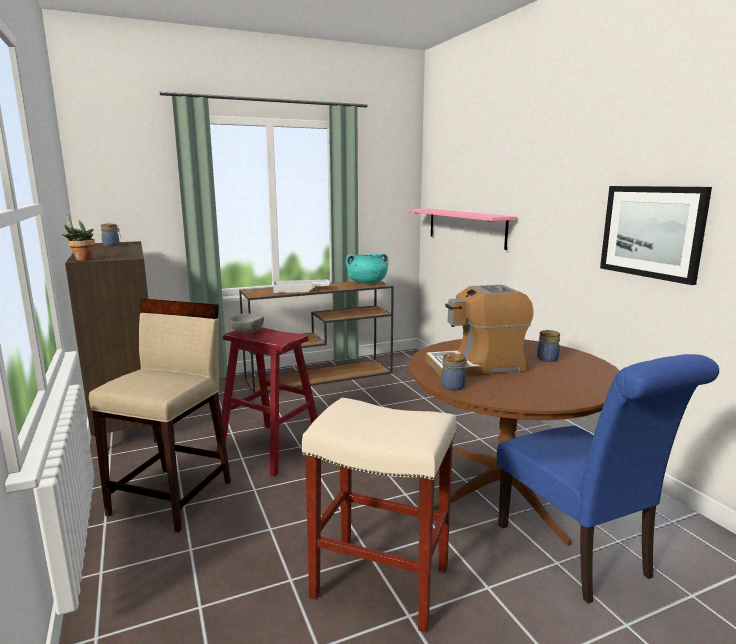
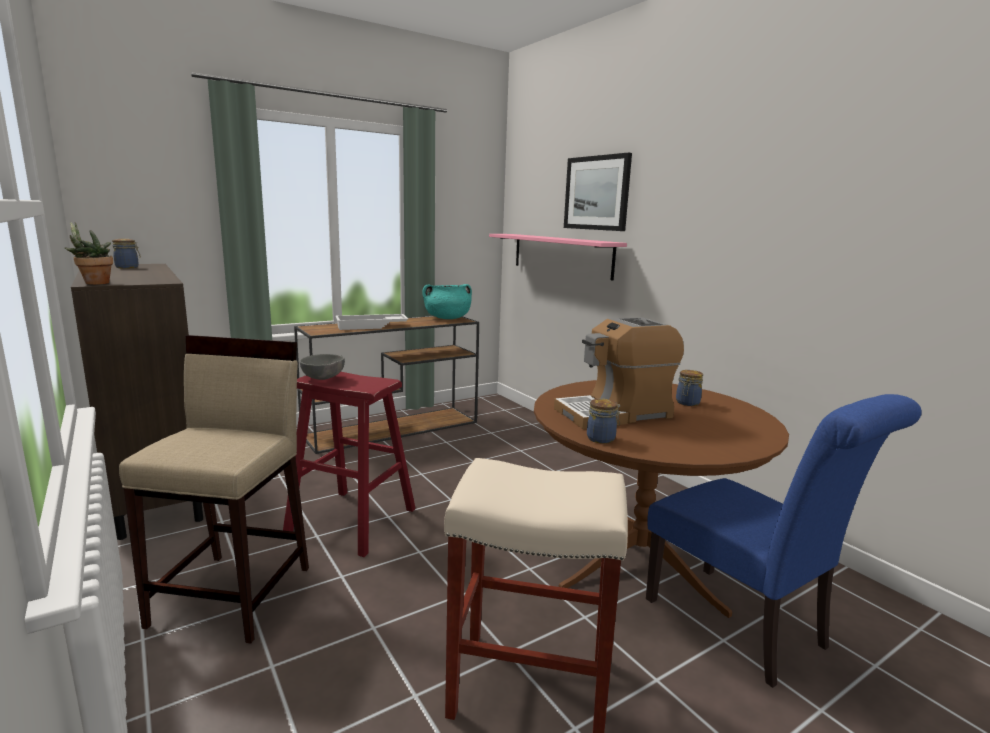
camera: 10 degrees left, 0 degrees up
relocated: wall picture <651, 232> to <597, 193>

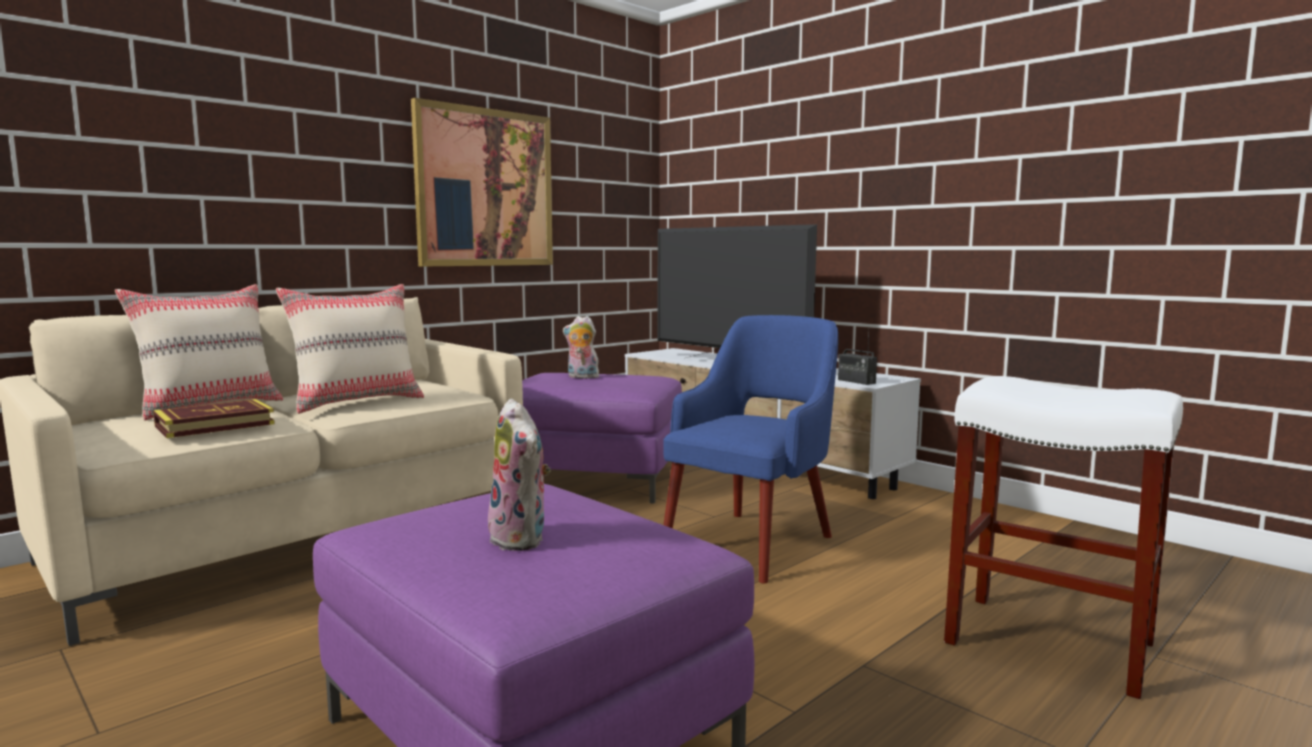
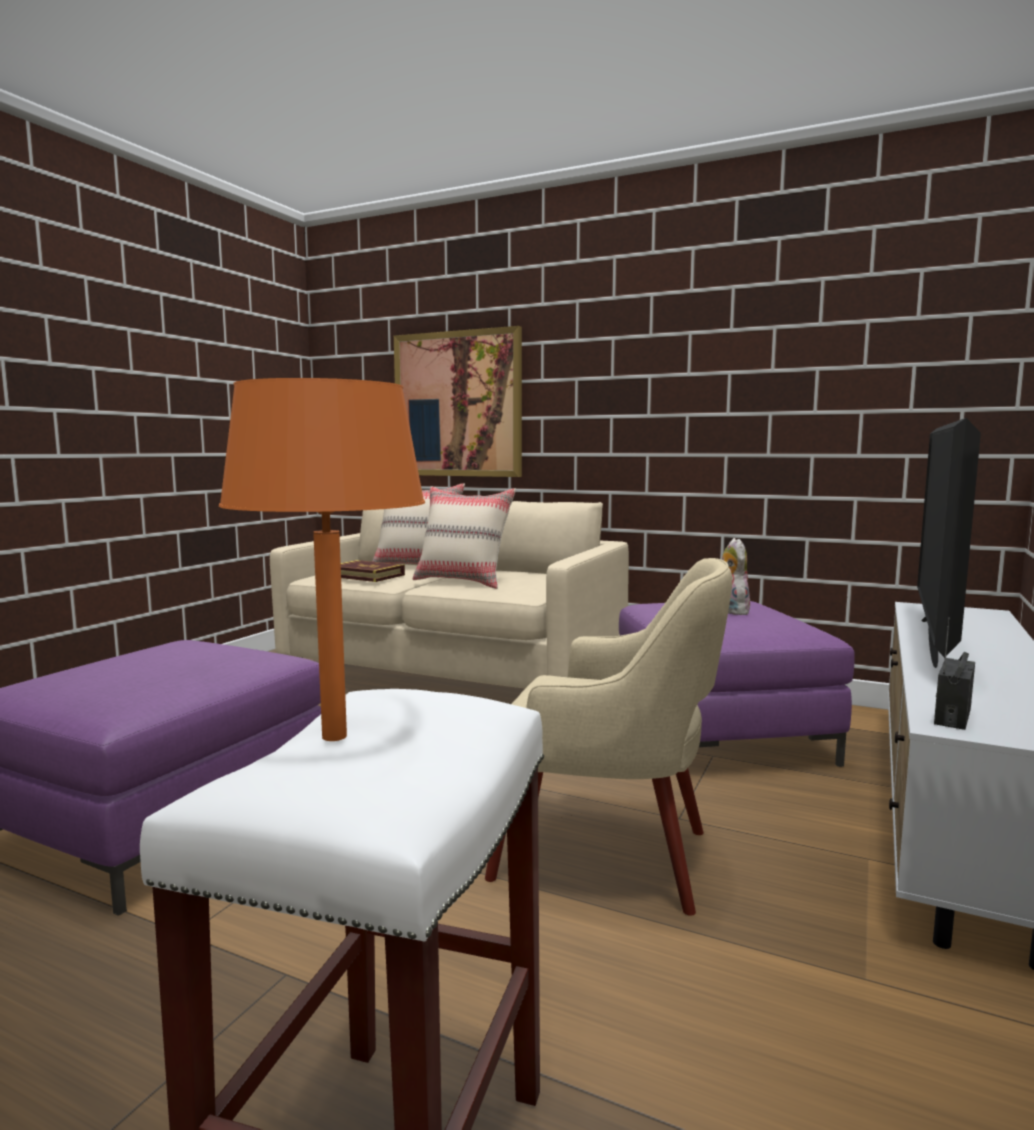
camera: 70 degrees right, 0 degrees up
missing: soft toy <522, 539>
appeared: tabletop lamp (orangey) <335, 737>
relocated: wall picture <485, 188> to <457, 404>
colour: easy chair (blue) <752, 543> to easy chair (sand-coloured) <608, 856>

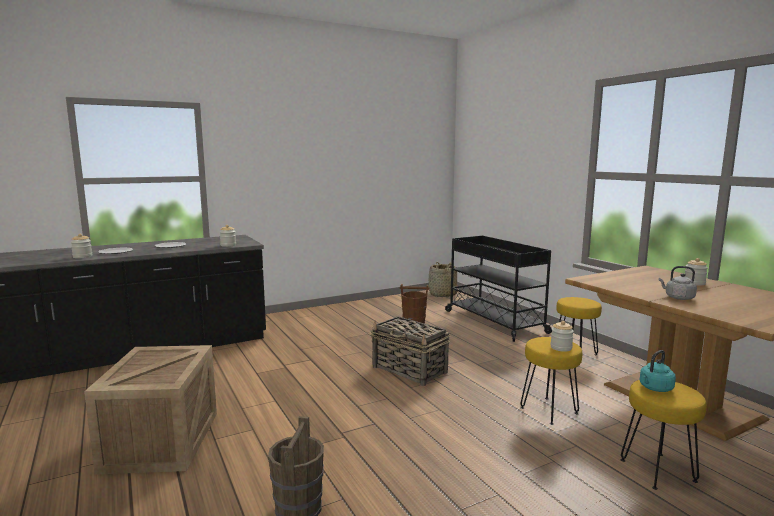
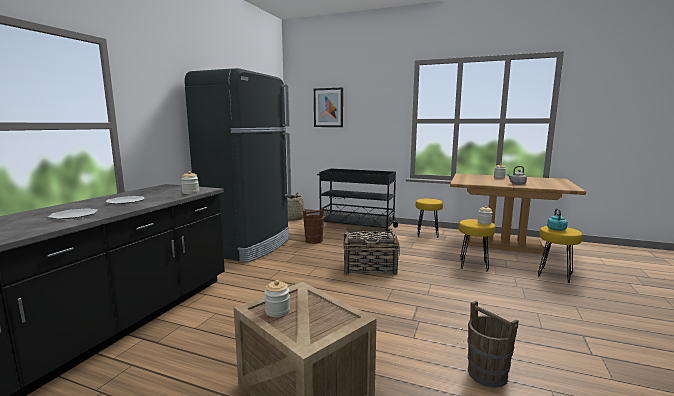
camera: 40 degrees left, 0 degrees up
appeared: kitchen fridge (blackish) <248, 246>; wall picture <328, 107>
relocated: jar <82, 256> to <277, 311>

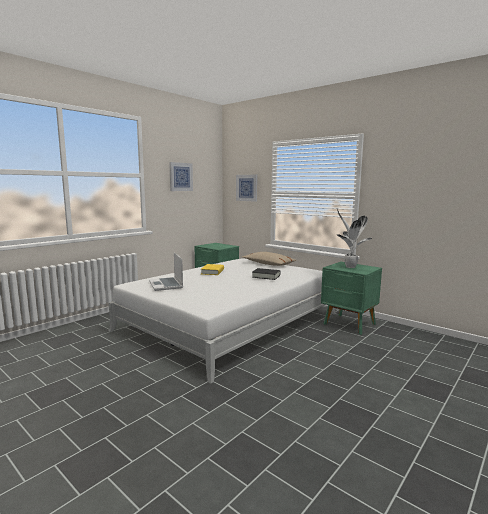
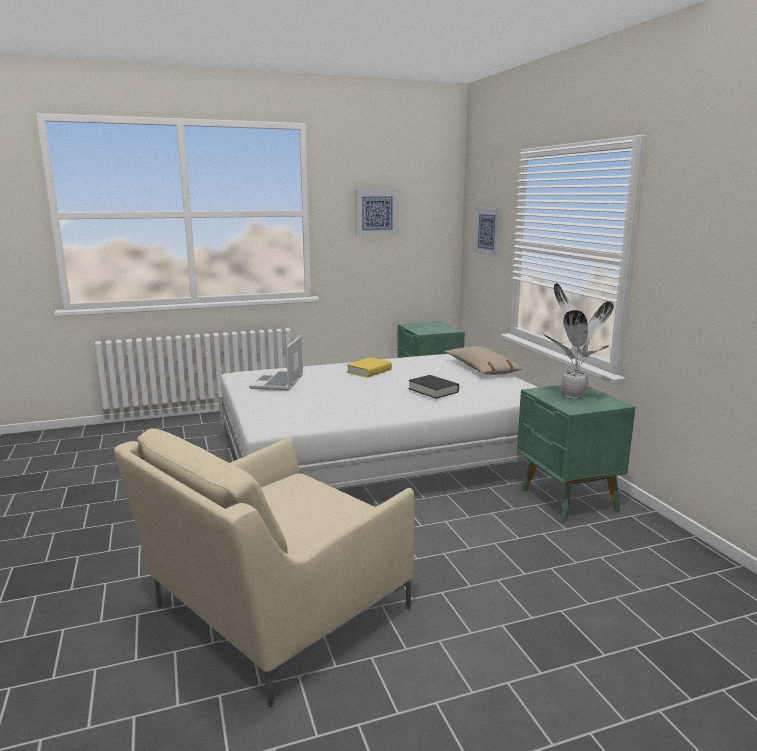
camera: 30 degrees right, 5 degrees up
appeared: easy chair (sand-coloured) <274, 612>

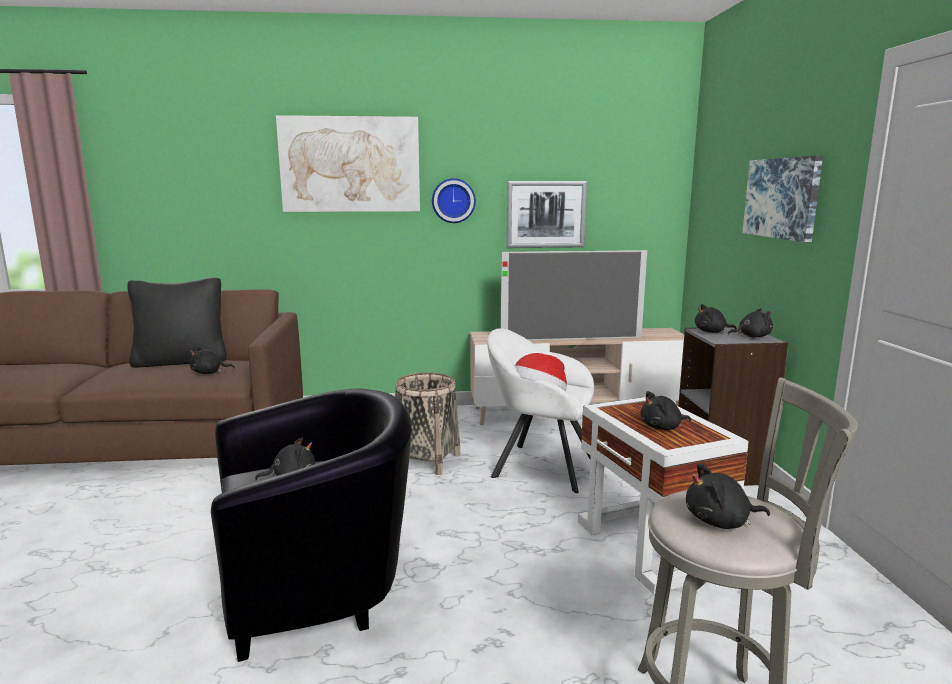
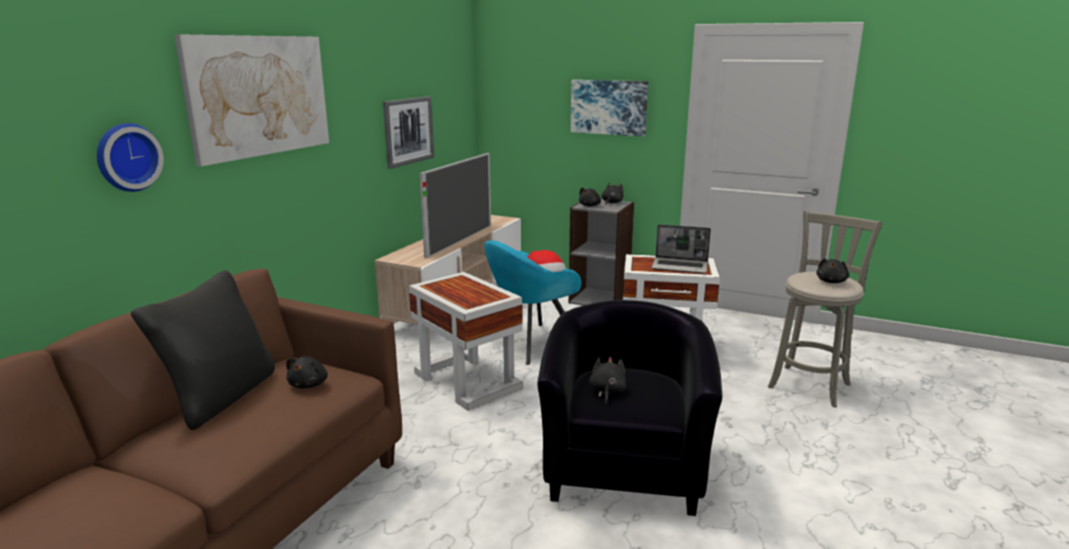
camera: 60 degrees left, 5 degrees up
relocated: clock on the wall <453, 200> to <126, 157>
exchanged: storage basket <427, 460> to end table (white-coloured) <466, 380>; soft toy (blackish) <662, 427> to laptop <680, 267>
colour: easy chair (white-coloured) <539, 465> to easy chair (turquoise) <530, 344>

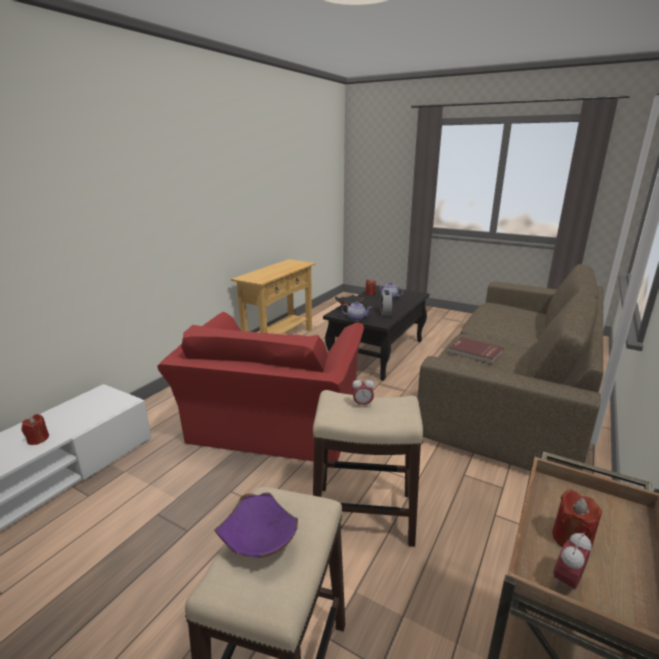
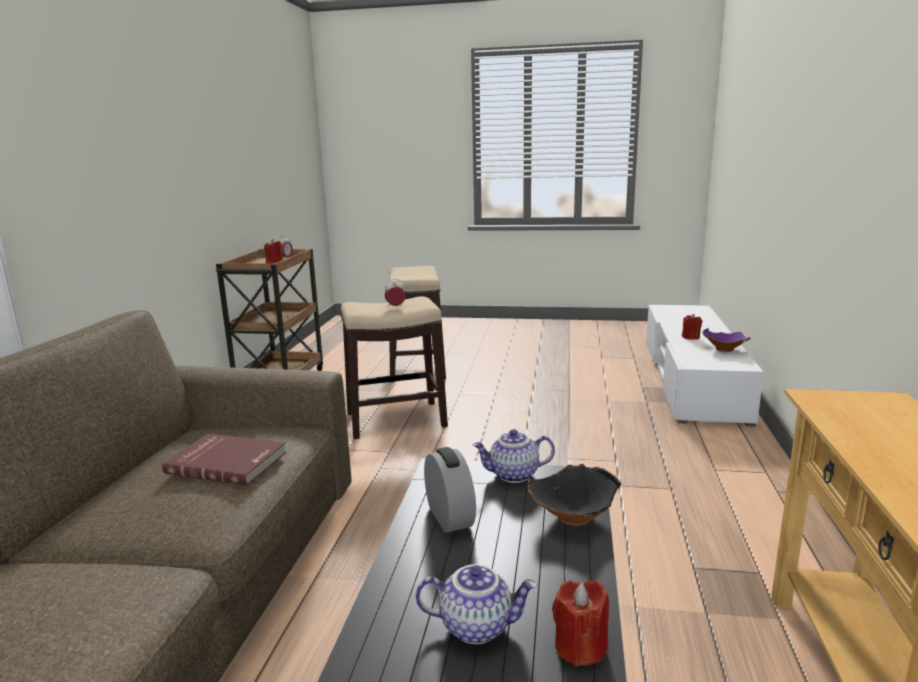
camera: 160 degrees right, 5 degrees down
missing: easy chair (red-coloured) <273, 426>
relocated: serving bowl (purple-coloured) <261, 544> to <724, 350>

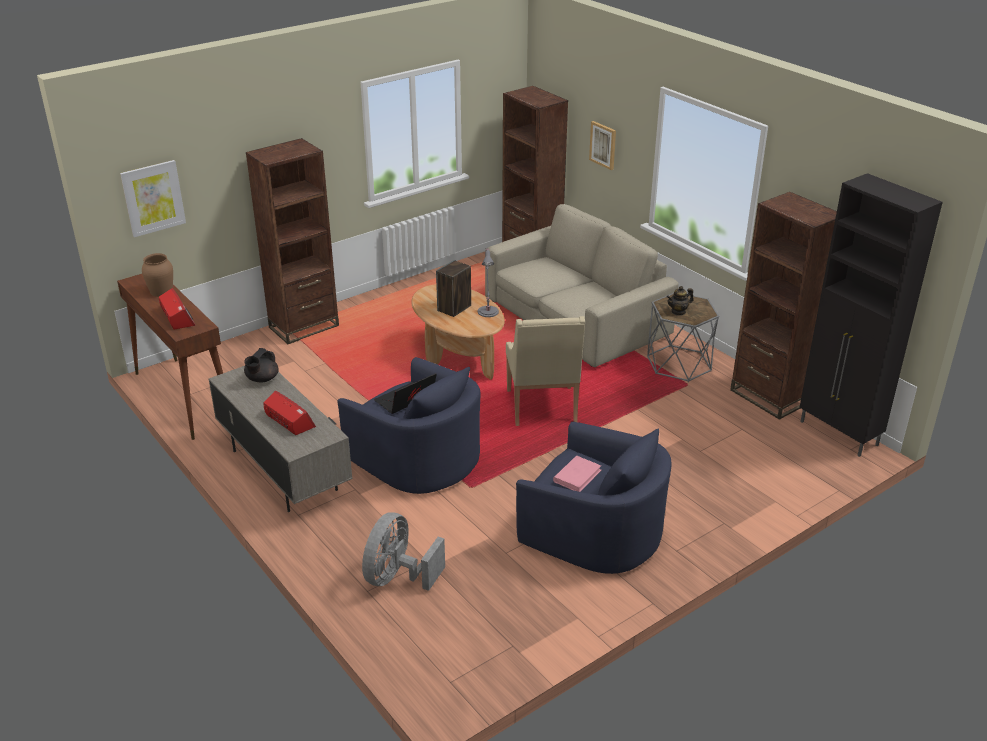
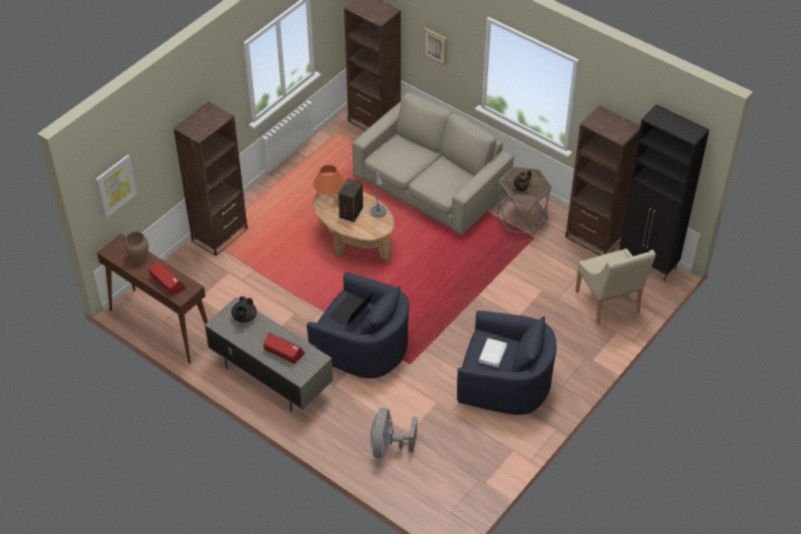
camera: 15 degrees left, 15 degrees up
appeared: tabletop lamp (orangey) <329, 195>
relocated: easy chair (sand-coloured) <543, 408> to <609, 303>
colour: book (pink-coloured) <577, 476> to book (white-coloured) <492, 353>

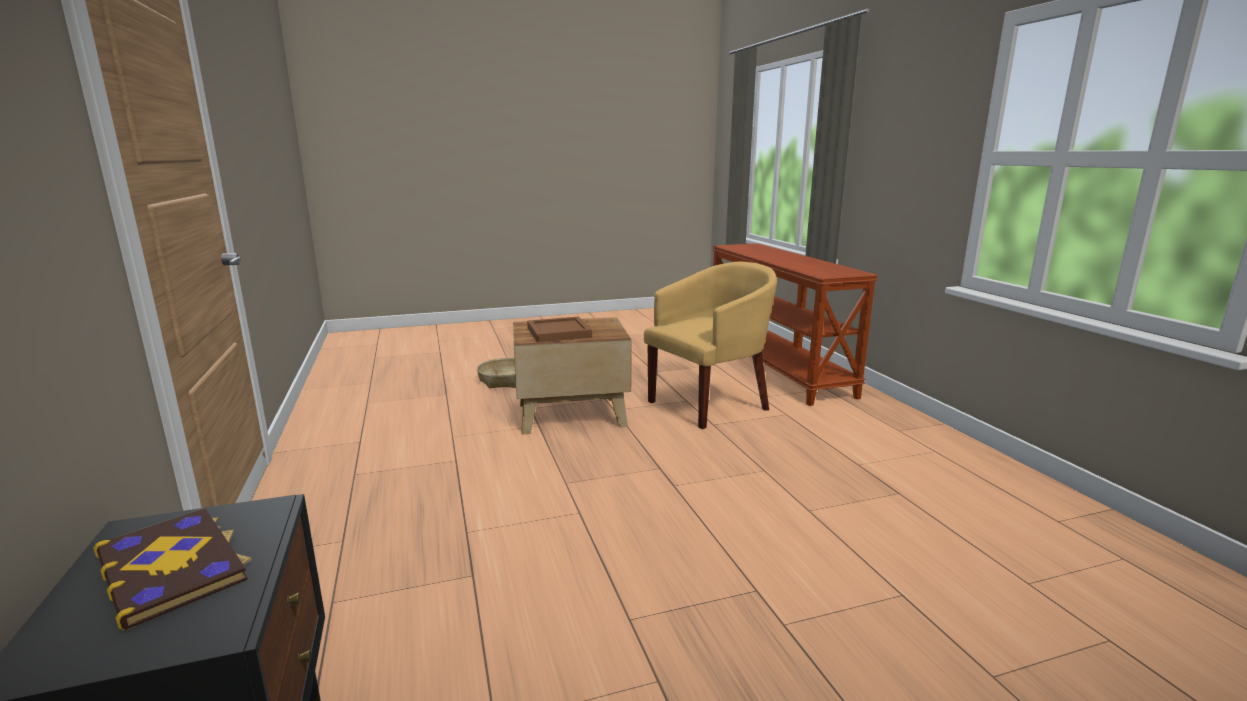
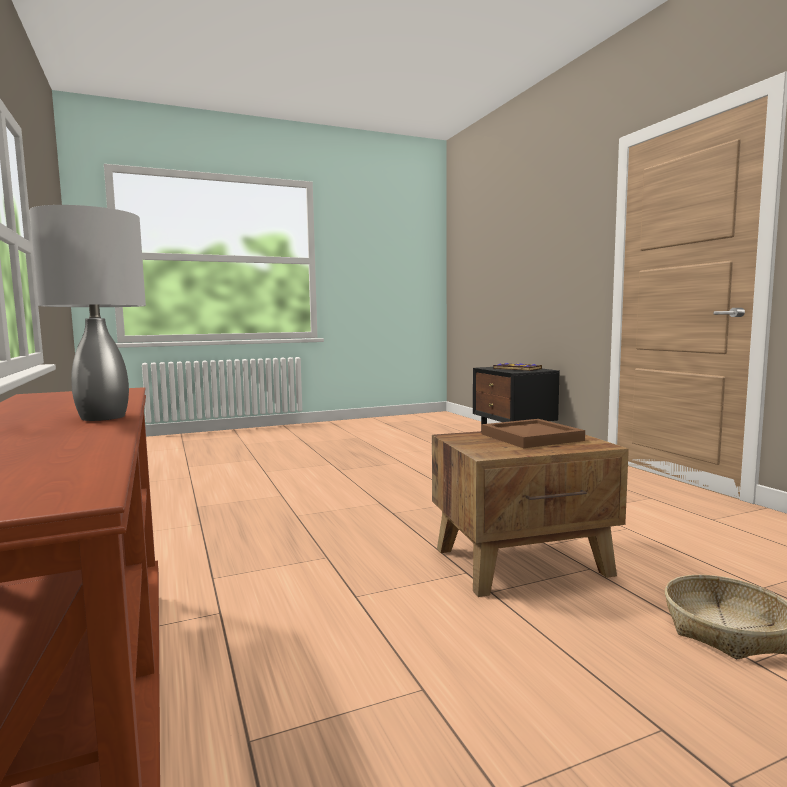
camera: 175 degrees right, 10 degrees down
missing: easy chair (yellowish) <710, 404>
appeared: tabletop lamp (greyish) <105, 417>

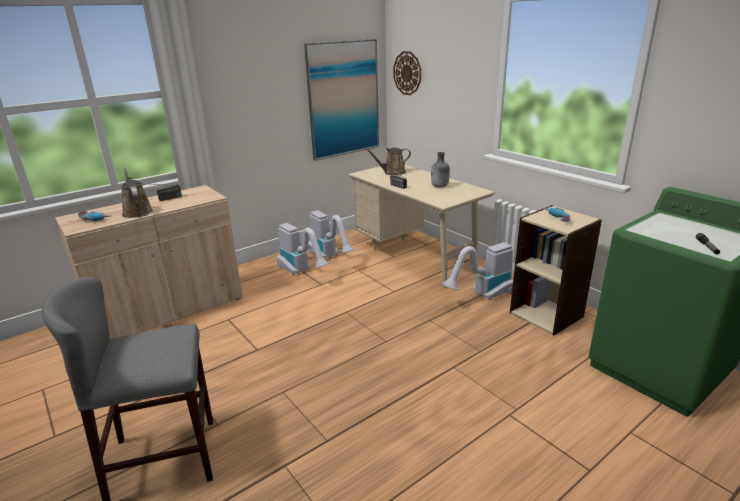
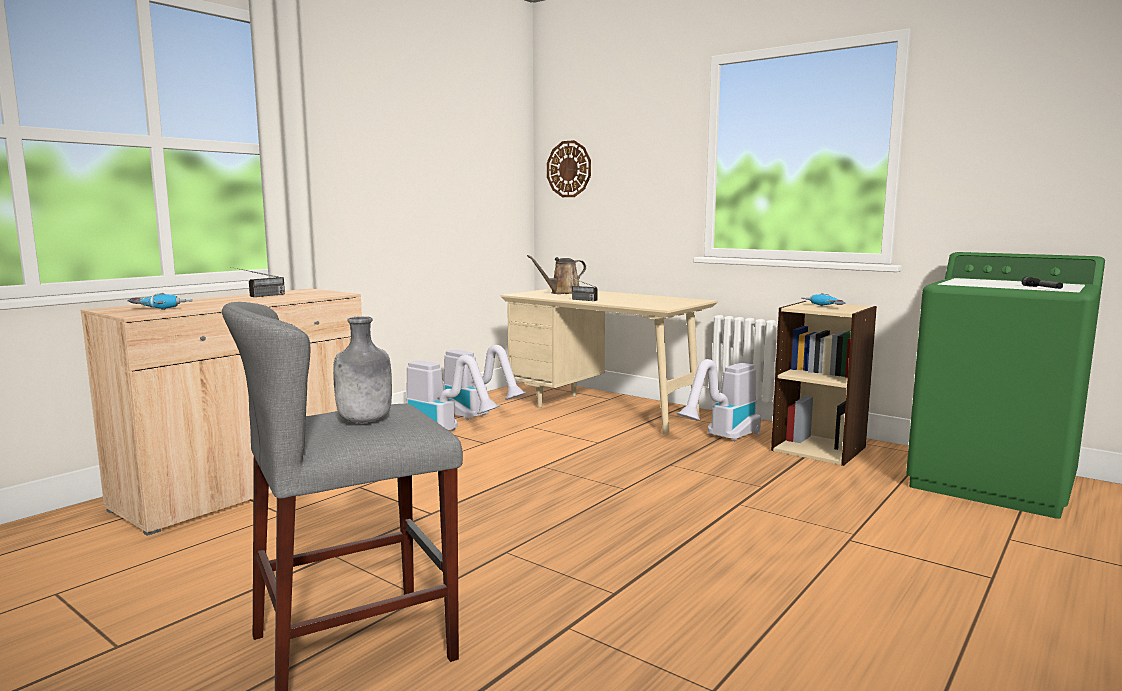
camera: 15 degrees left, 15 degrees down
missing: watering pot (brown) <137, 212>; wall picture <343, 99>
relocated: bottle (greyish) <439, 186> to <365, 421>

